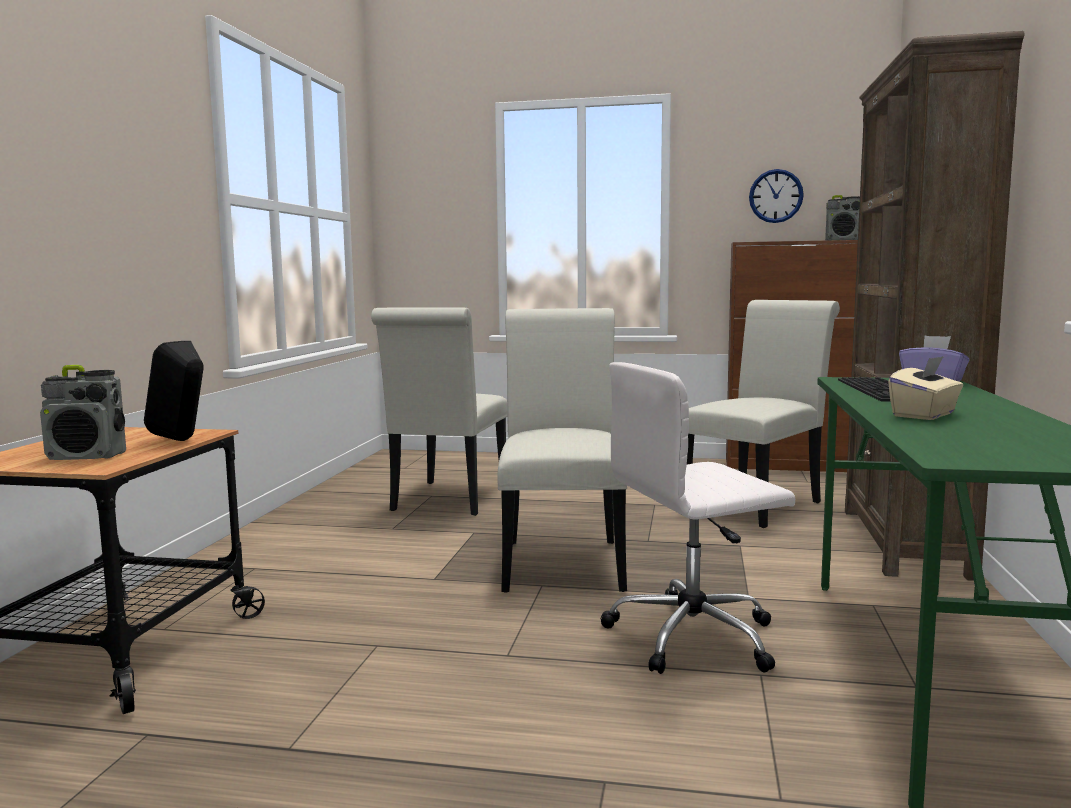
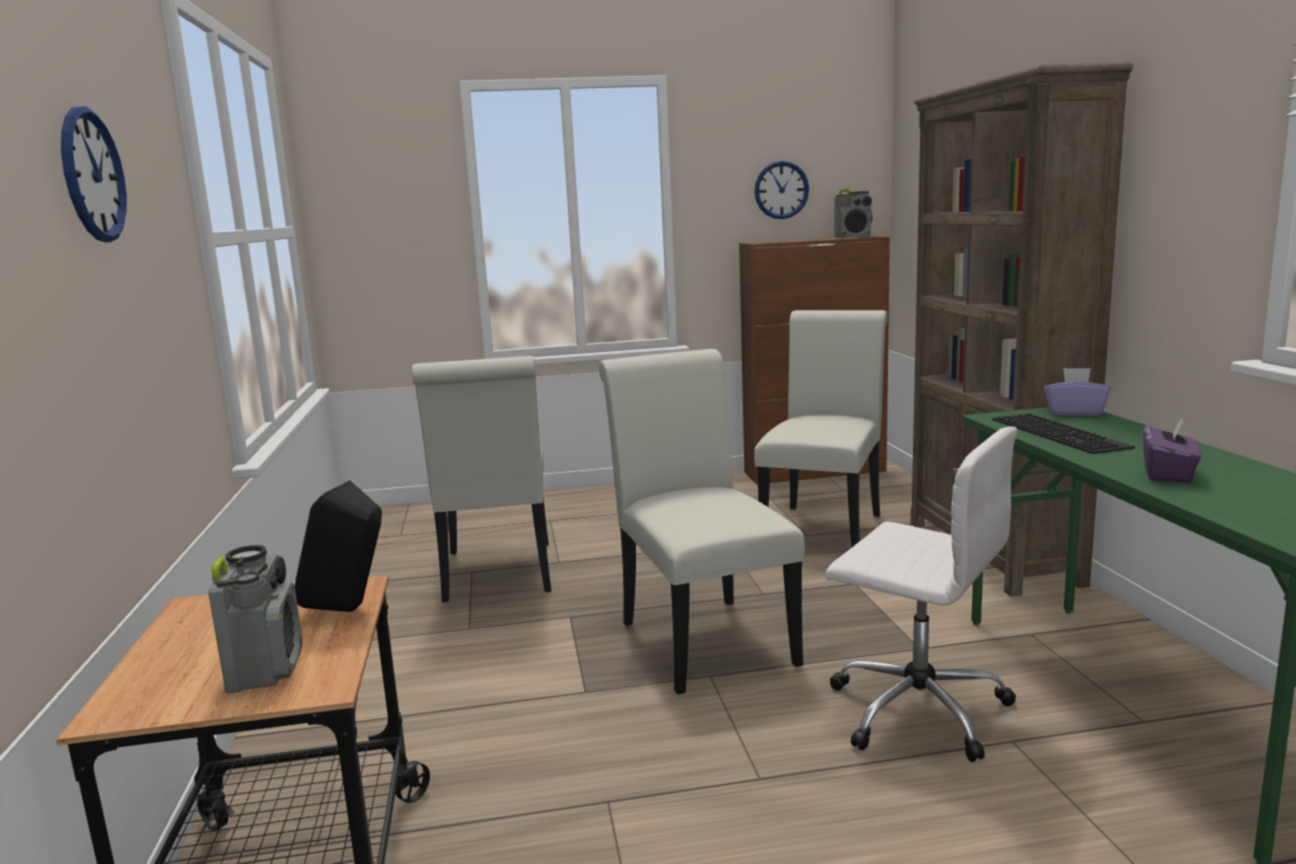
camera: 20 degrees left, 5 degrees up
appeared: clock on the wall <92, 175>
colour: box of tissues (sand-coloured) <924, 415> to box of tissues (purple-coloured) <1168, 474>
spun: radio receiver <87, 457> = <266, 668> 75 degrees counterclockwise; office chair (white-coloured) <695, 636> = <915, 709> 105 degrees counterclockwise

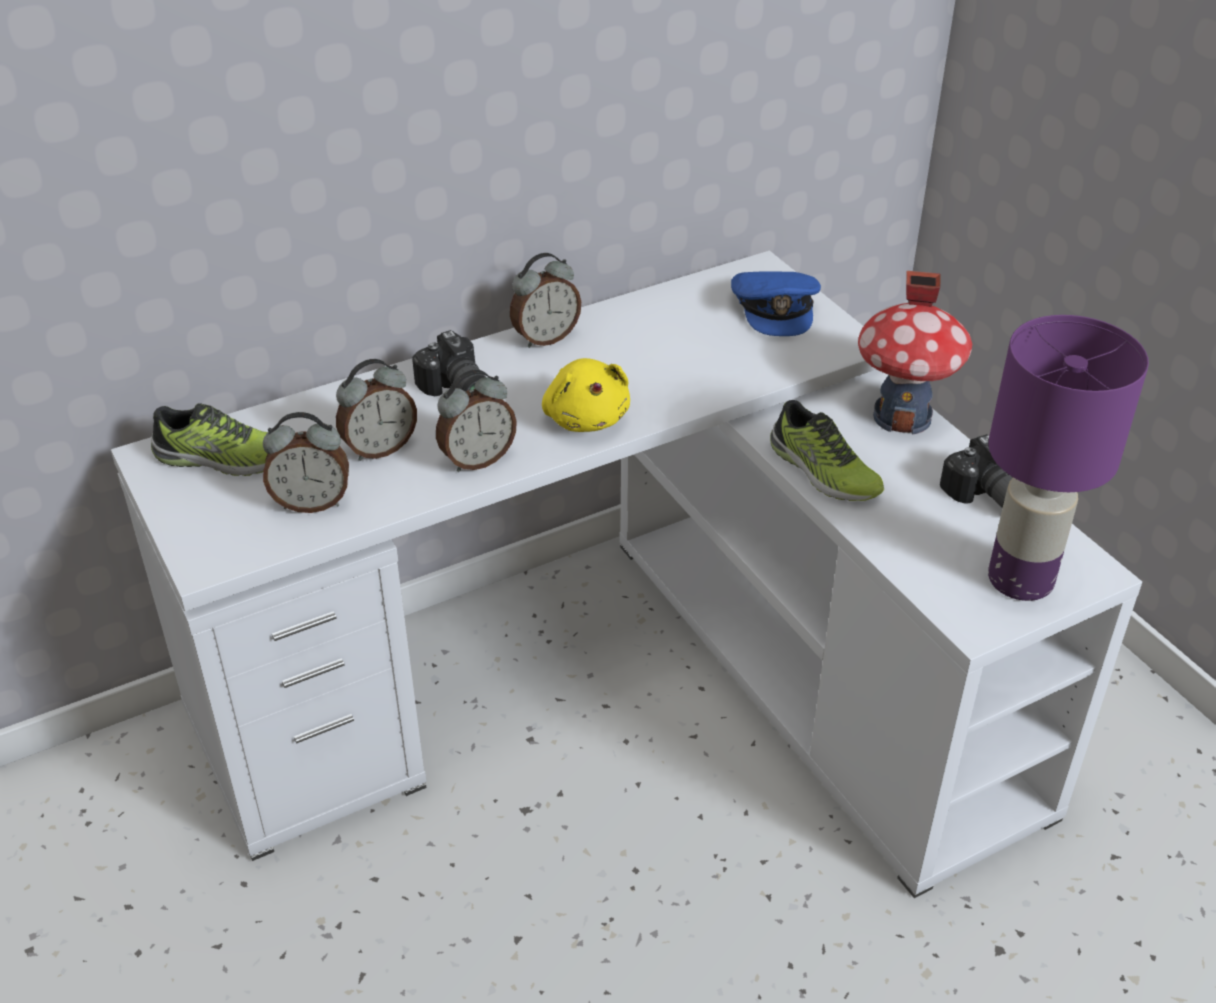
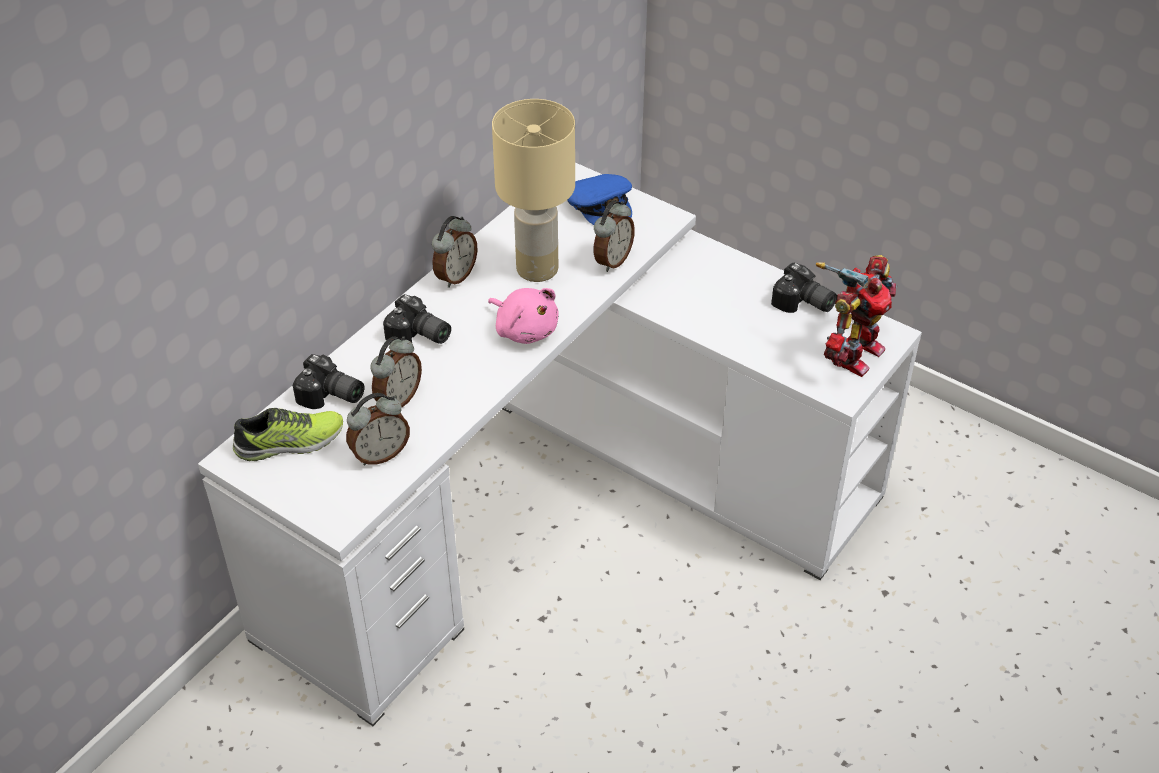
camera: 25 degrees left, 5 degrees up
missing: low shoe <822, 471>; miniature house <902, 417>
appeared: still camera <331, 397>; tabletop lamp (sand-coloured) <538, 269>
relocated: alarm clock <477, 459> to <612, 260>
exchanged: tabletop lamp (purple-coloured) <1020, 578> to toy robot <852, 353>
colour: soft toy (yellowish) <586, 417> to soft toy (pink-coloured) <525, 329>

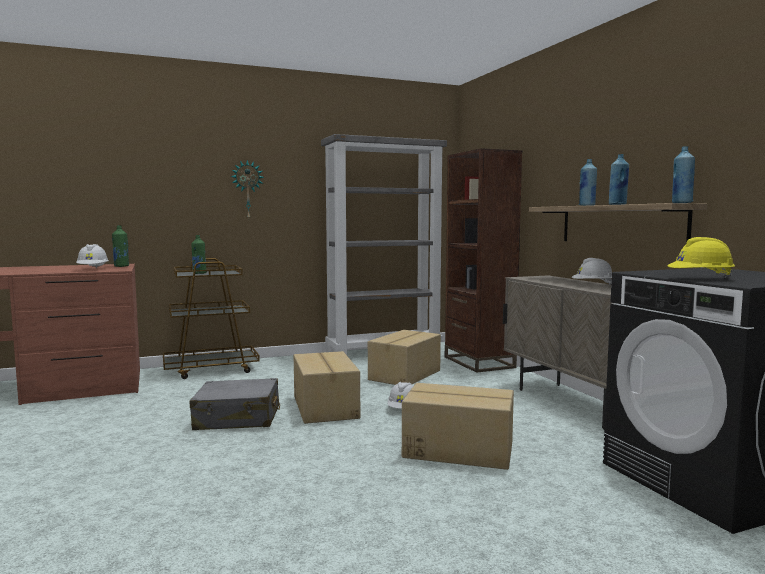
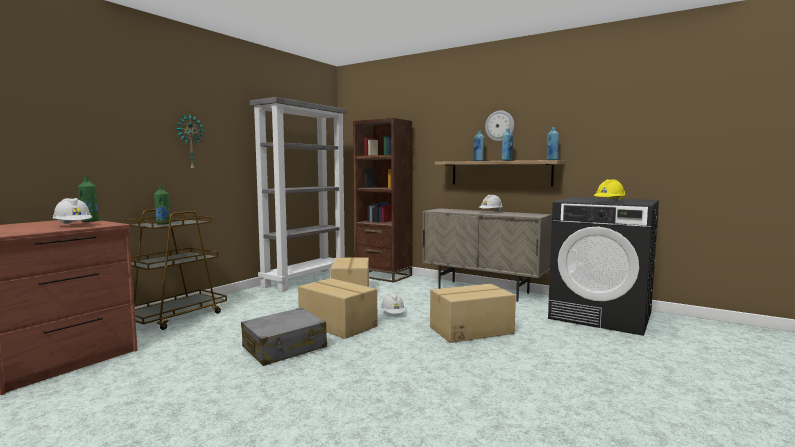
camera: 35 degrees left, 0 degrees up
appeared: clock on the wall <499, 126>

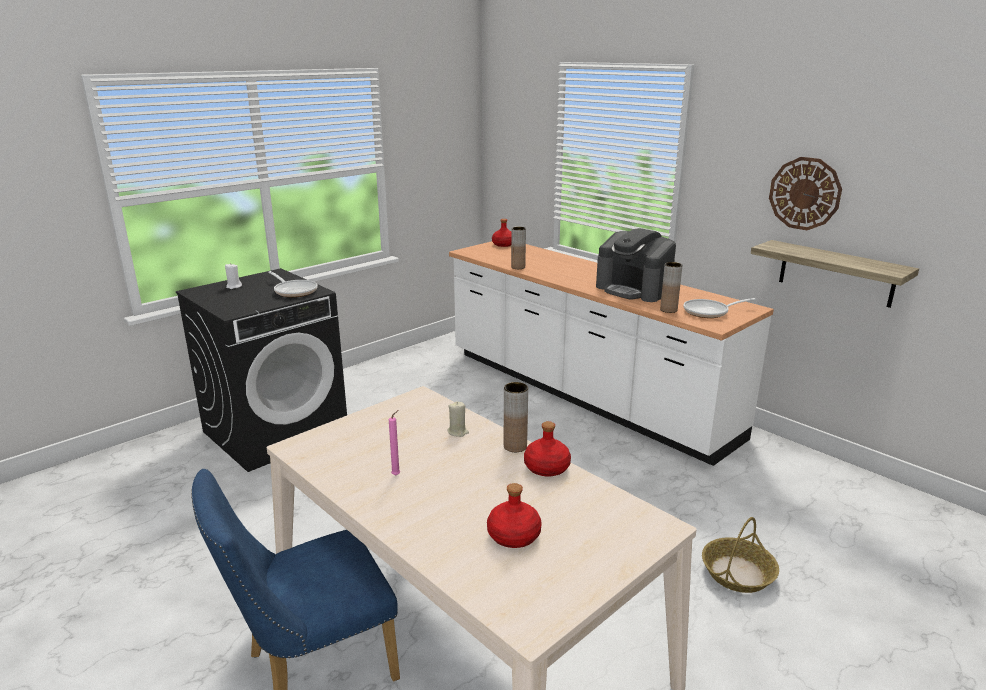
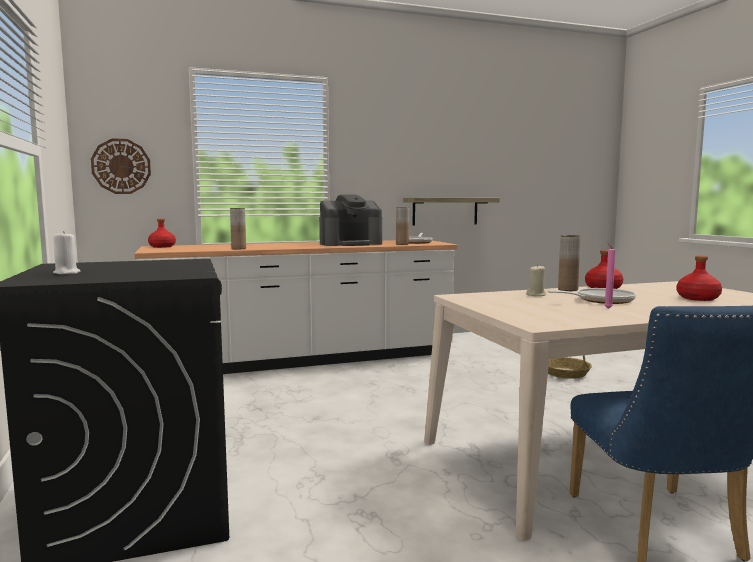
camera: 65 degrees left, 15 degrees down
relocated: clock on the wall <804, 193> to <121, 166>; frying pan <294, 291> to <600, 300>

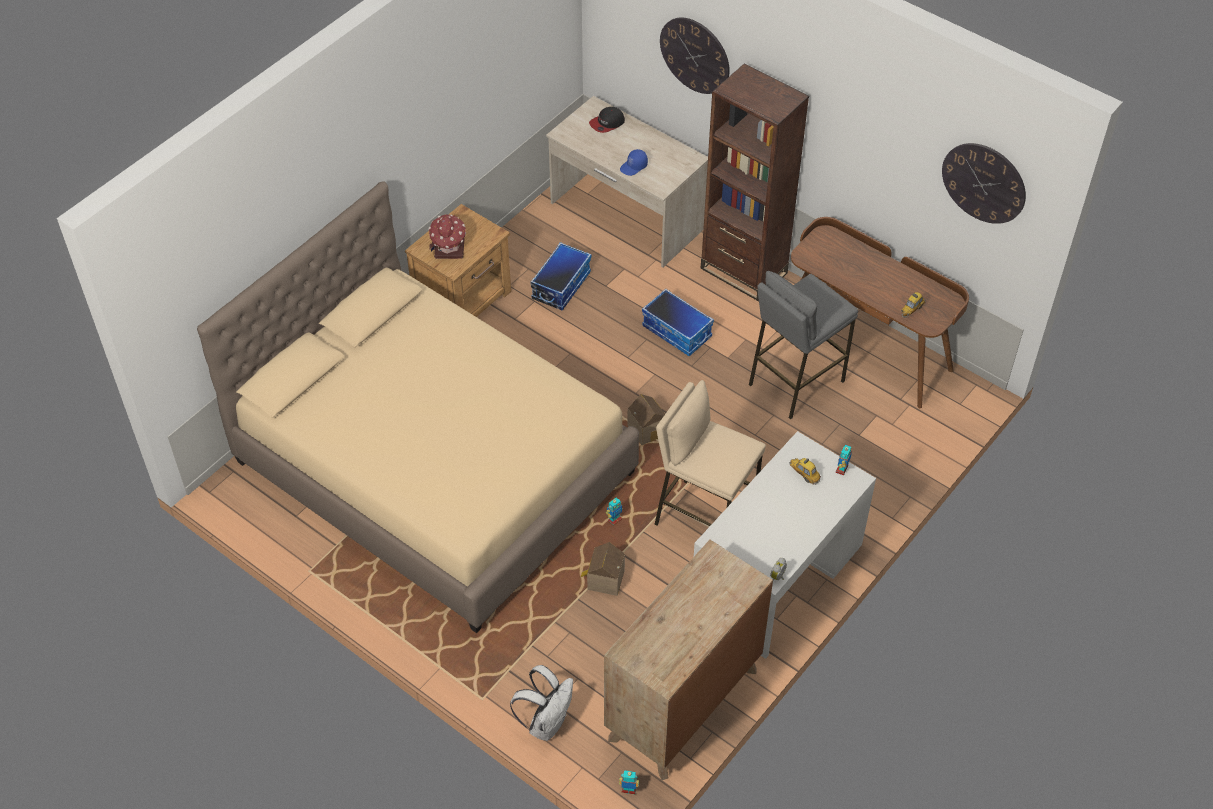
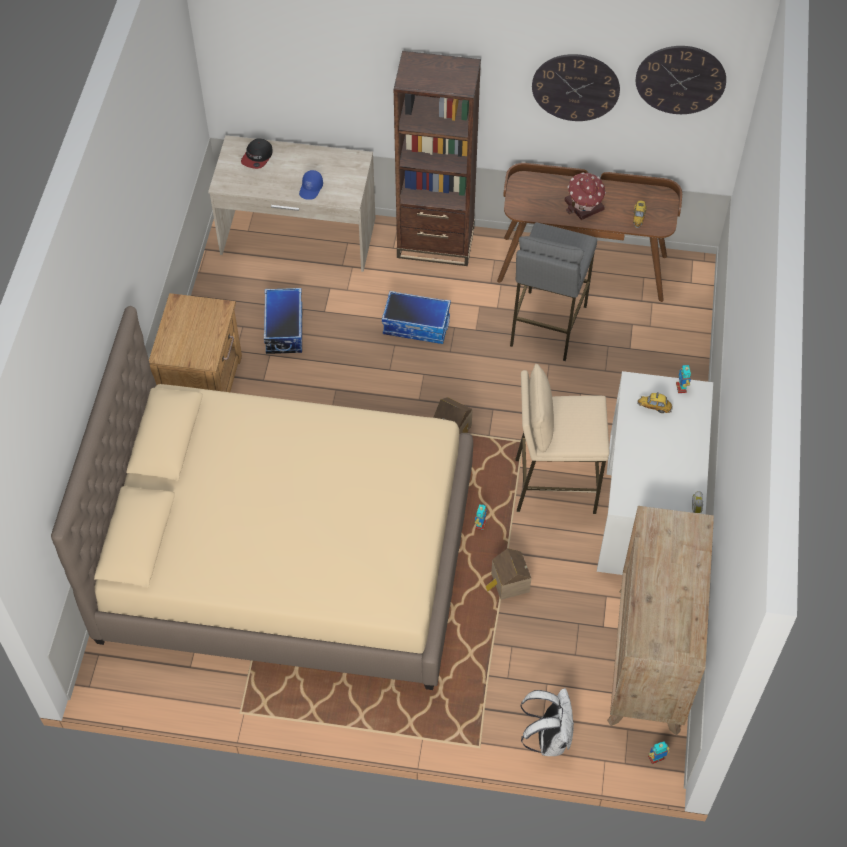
camera: 30 degrees left, 5 degrees up
relocated: clock on the wall <695, 55> to <575, 87>; miniature house <449, 248> to <584, 206>

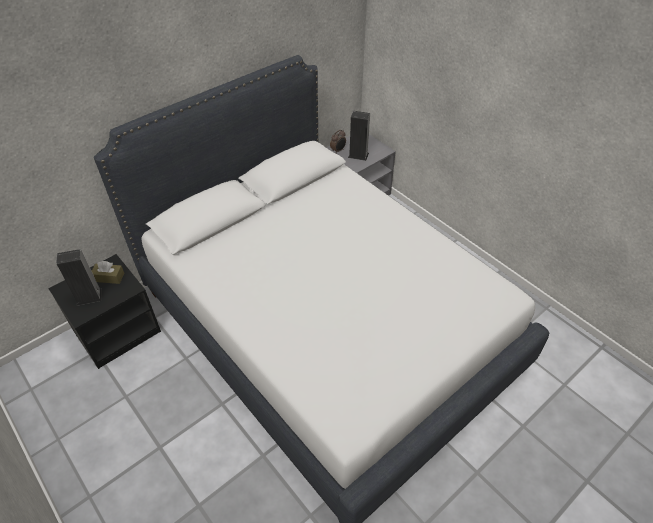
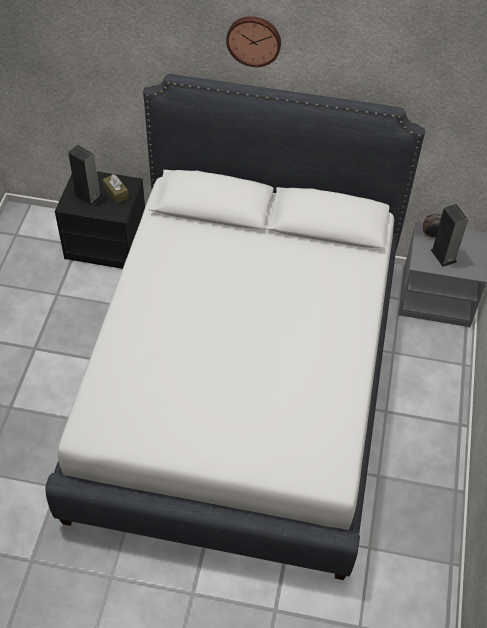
camera: 50 degrees right, 5 degrees up
appeared: clock on the wall <254, 40>

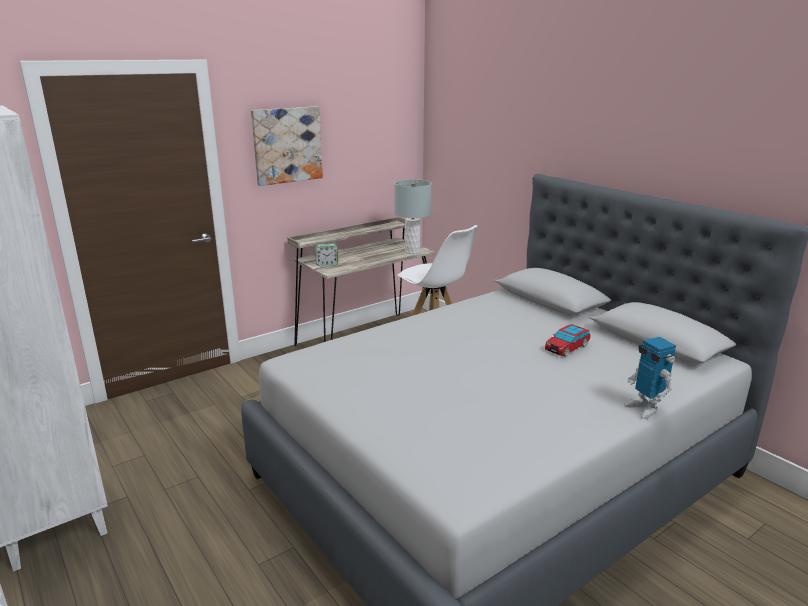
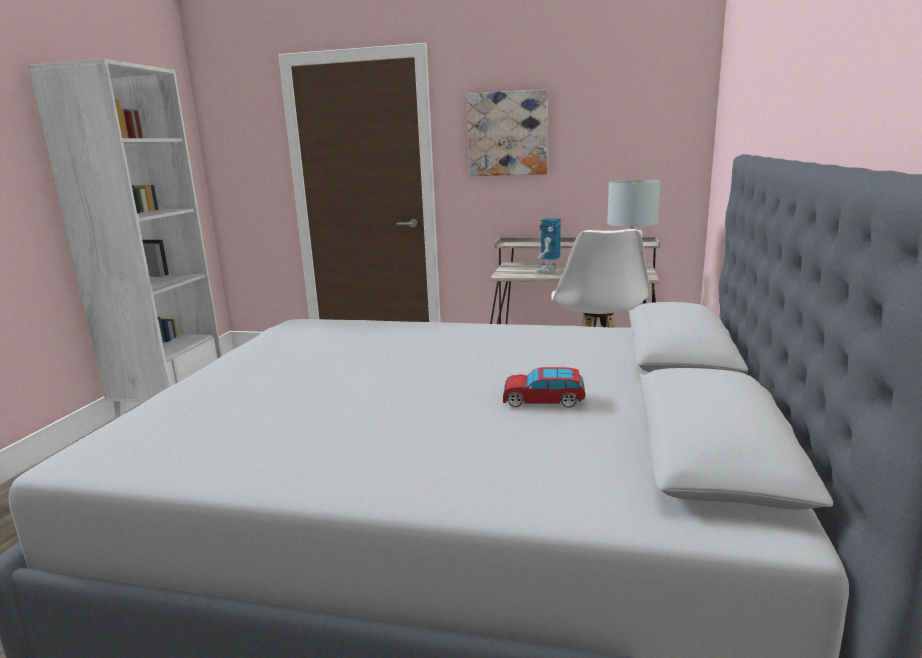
camera: 50 degrees right, 5 degrees down
missing: alarm clock <327, 264>
relocated: toy robot <645, 409> to <548, 271>

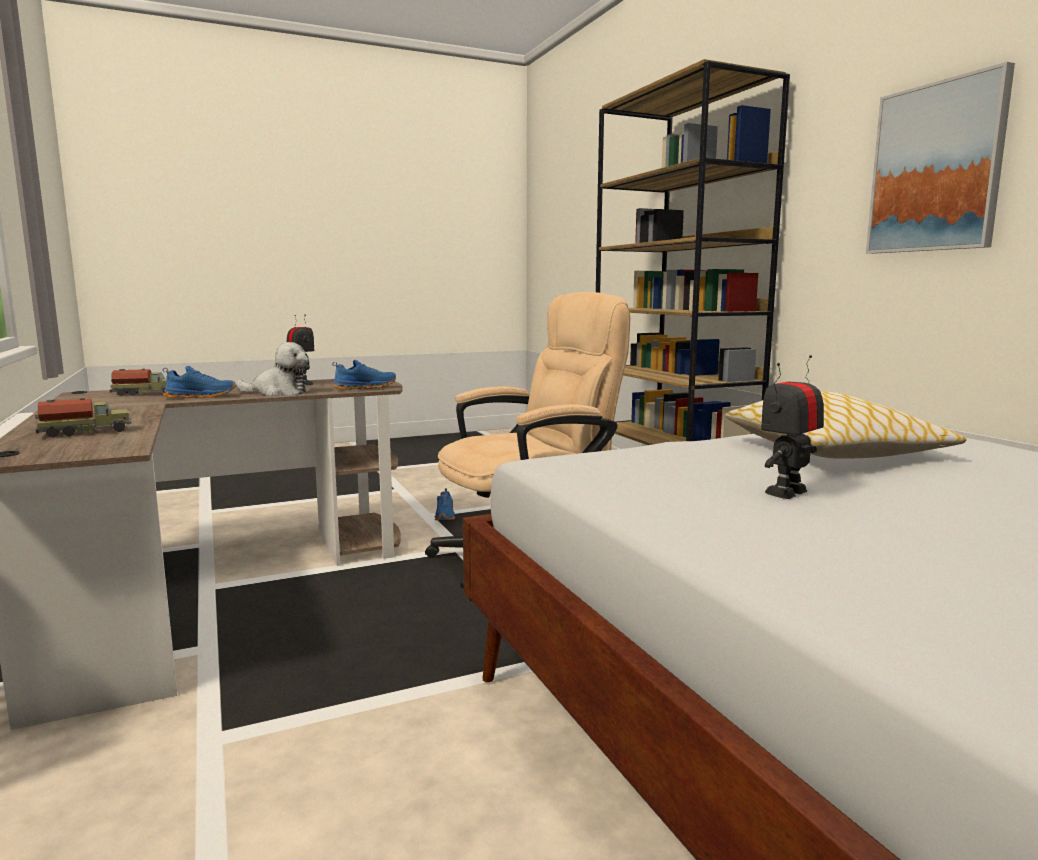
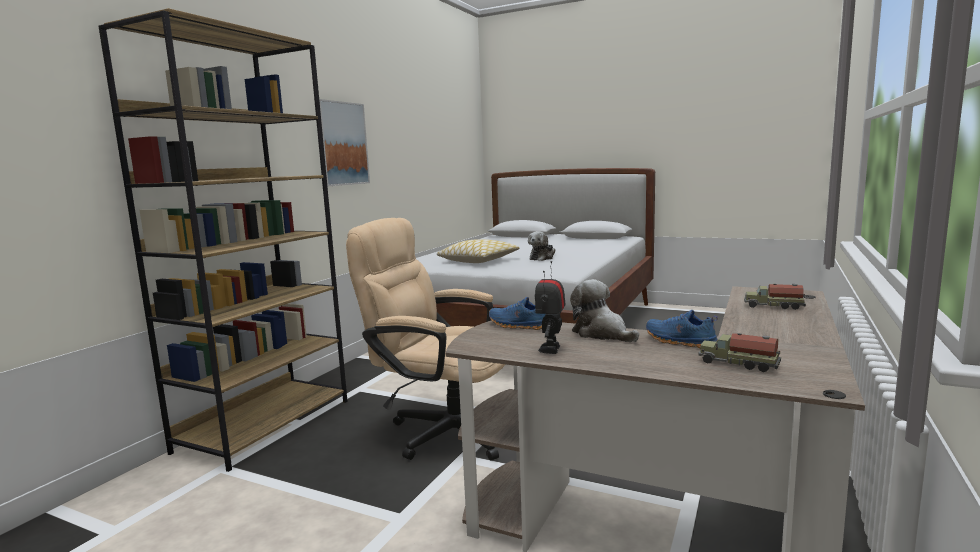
camera: 130 degrees left, 0 degrees up
missing: low shoe (blue) <445, 516>
exchanged: toy robot <786, 492> to soft toy <542, 258>

